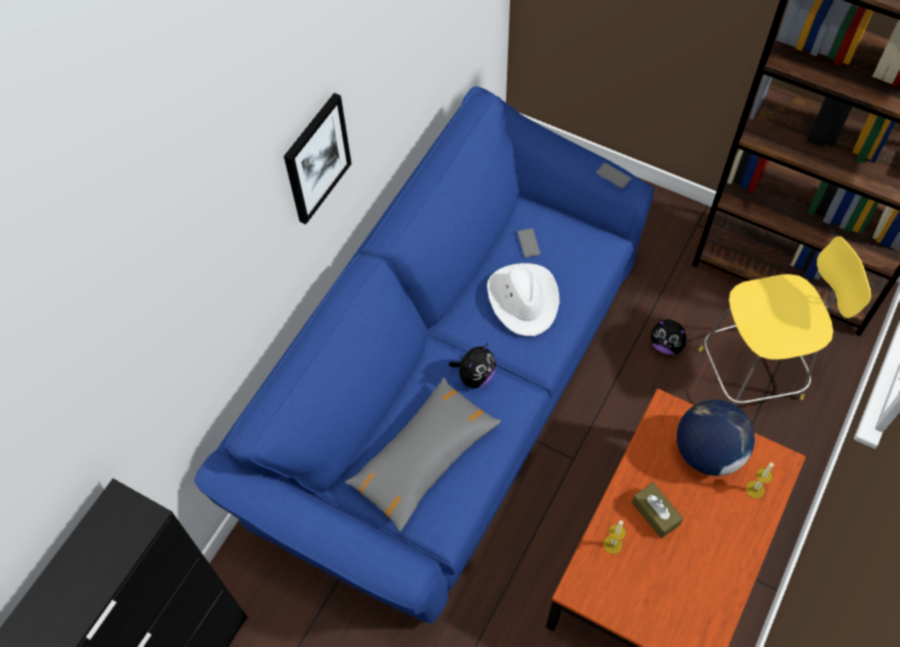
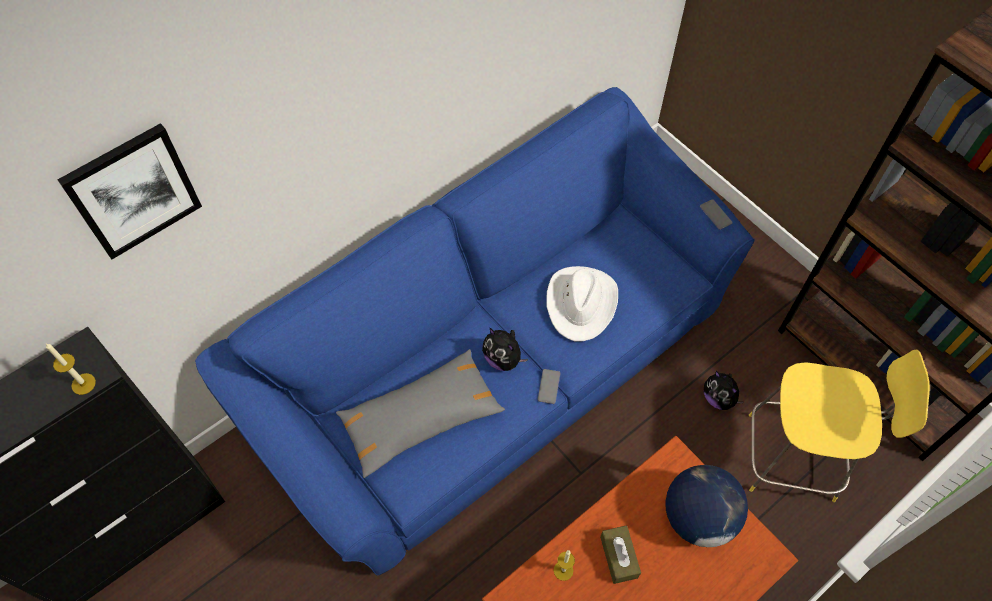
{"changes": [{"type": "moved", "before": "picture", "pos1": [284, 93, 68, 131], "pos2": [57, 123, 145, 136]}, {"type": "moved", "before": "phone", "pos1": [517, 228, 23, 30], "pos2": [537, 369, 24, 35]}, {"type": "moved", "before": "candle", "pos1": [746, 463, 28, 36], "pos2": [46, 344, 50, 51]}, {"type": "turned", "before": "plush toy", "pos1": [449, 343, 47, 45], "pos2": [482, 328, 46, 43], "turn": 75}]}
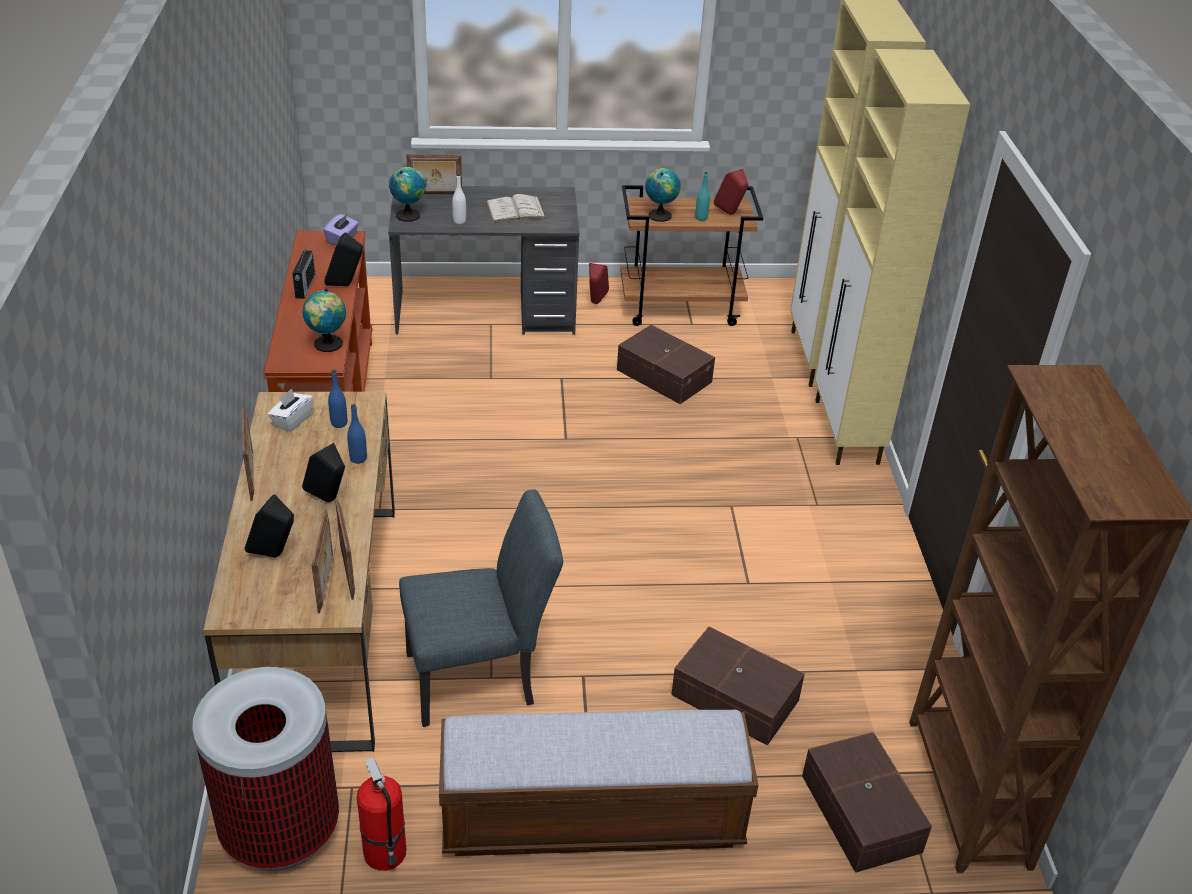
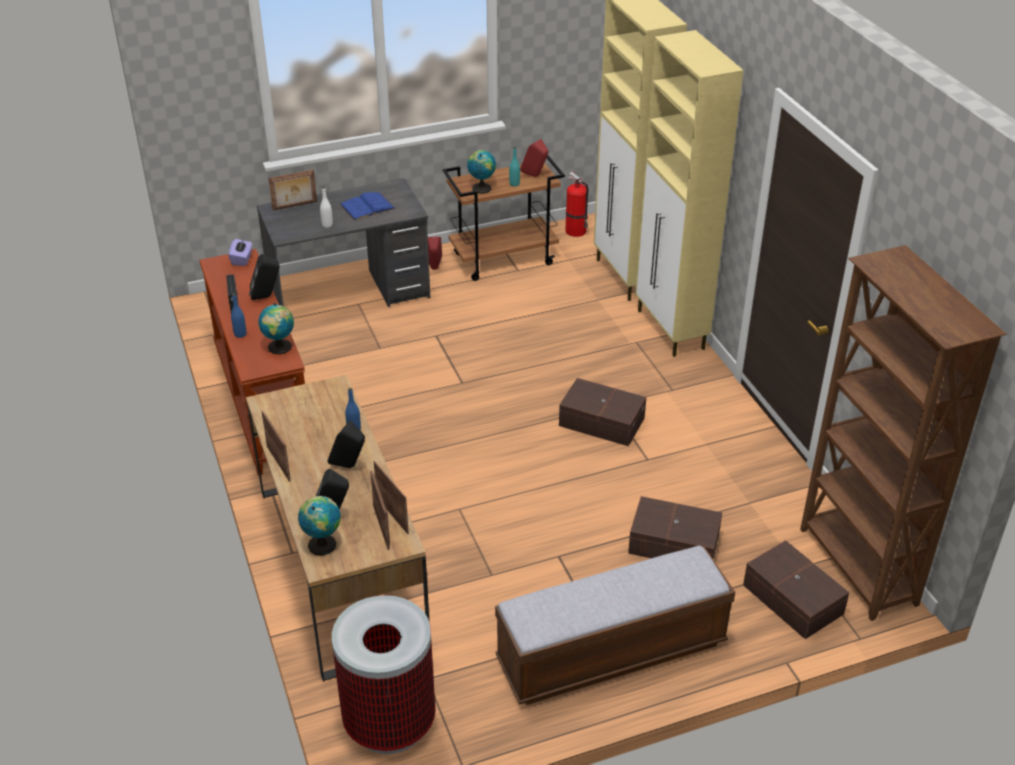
{"changes": [{"type": "removed", "before": "tissue box (white)", "pos1": [268, 389, 45, 43]}, {"type": "removed", "before": "chair (grey)", "pos1": [399, 489, 164, 238]}, {"type": "moved", "before": "bottle (blue)", "pos1": [328, 369, 19, 59], "pos2": [231, 293, 15, 45]}, {"type": "moved", "before": "fire extinguisher", "pos1": [357, 757, 49, 114], "pos2": [565, 172, 23, 65]}, {"type": "moved", "before": "globe", "pos1": [389, 167, 37, 55], "pos2": [298, 496, 43, 60]}, {"type": "moved", "before": "storage box (brown)", "pos1": [617, 325, 98, 79], "pos2": [559, 378, 87, 68]}, {"type": "recoloured", "before": "book (white)", "after": "book (blue)", "pos1": [486, 194, 60, 29], "pos2": [340, 192, 56, 29]}]}
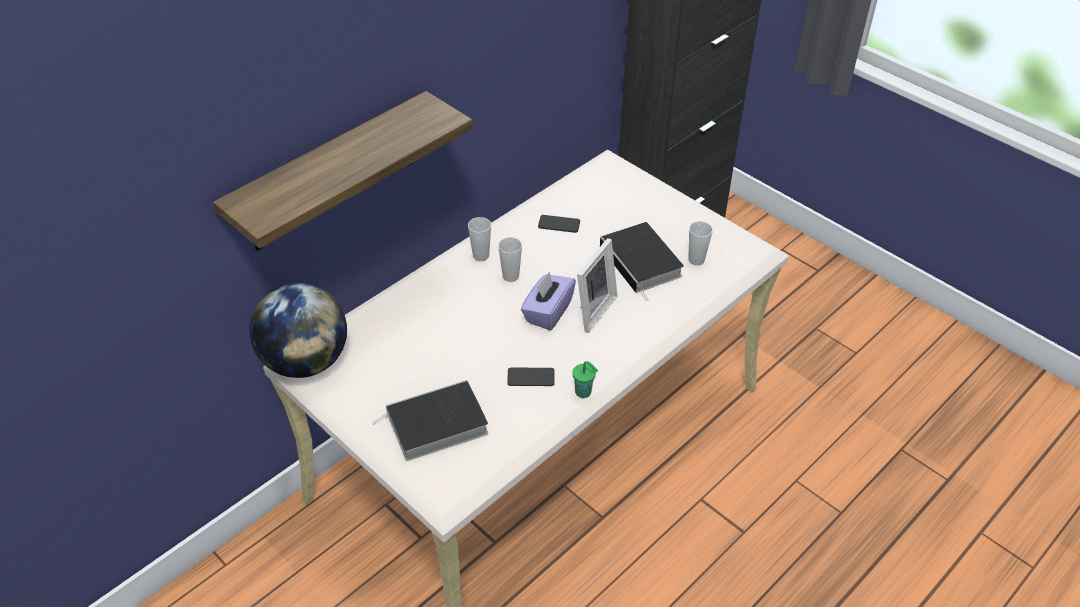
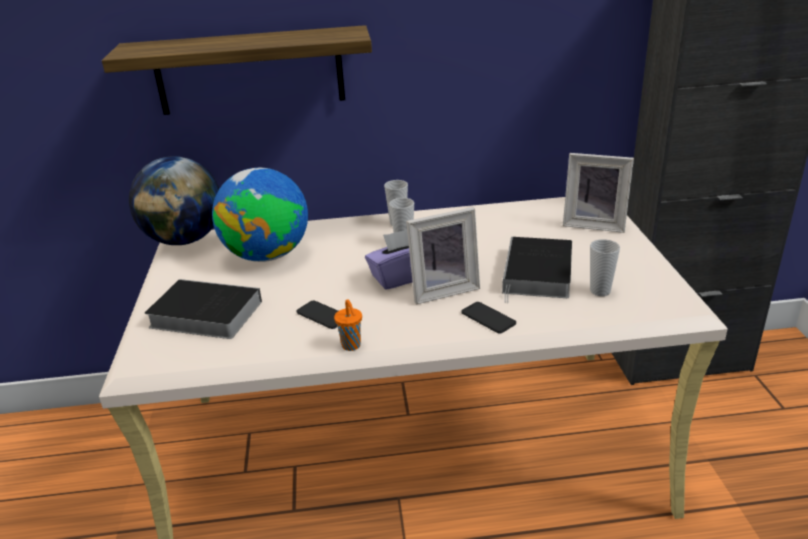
{"changes": [{"type": "added", "after": "globe", "pos2": [212, 167, 96, 95]}, {"type": "added", "after": "picture frame", "pos2": [563, 153, 71, 80]}, {"type": "moved", "before": "phone", "pos1": [538, 215, 42, 18], "pos2": [462, 302, 54, 31]}, {"type": "recoloured", "before": "cup (green)", "after": "cup (orange)", "pos1": [572, 361, 26, 37], "pos2": [334, 299, 28, 52]}]}
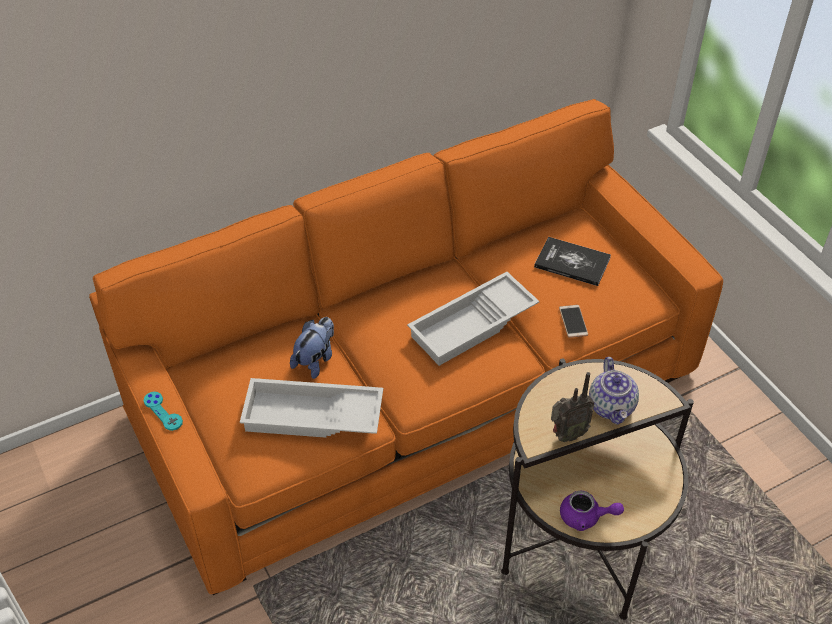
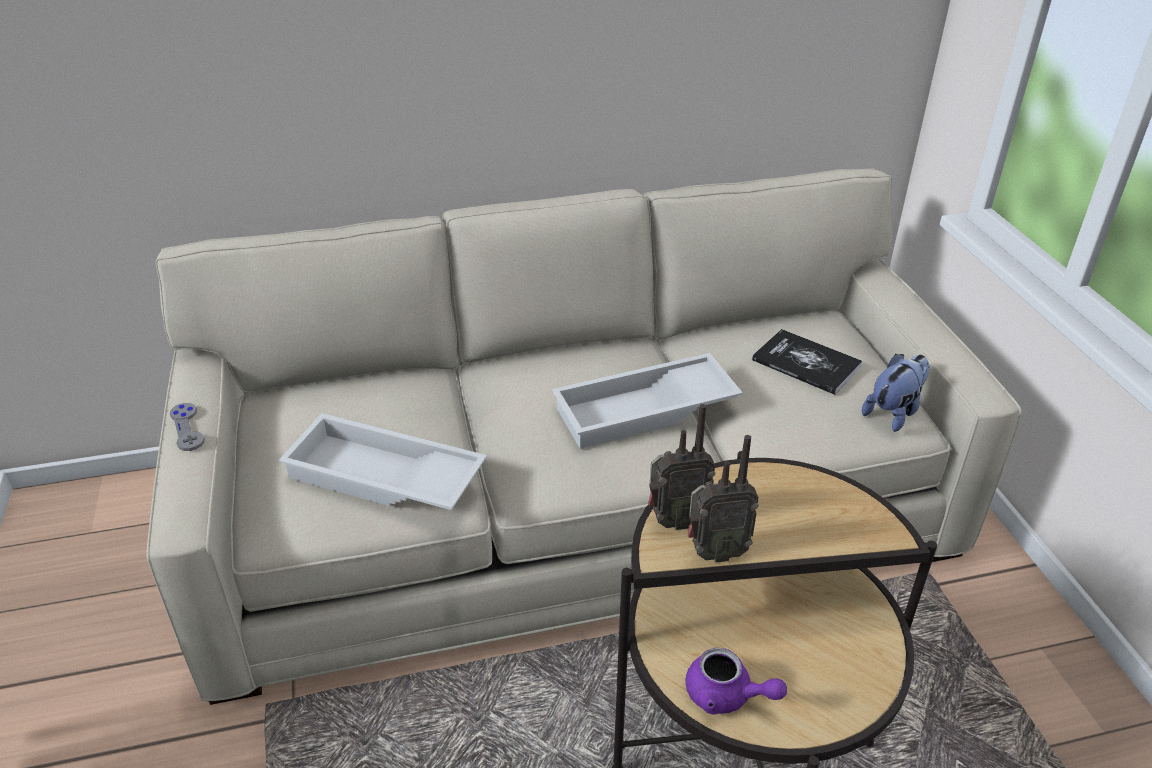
{"changes": [{"type": "removed", "before": "phone", "pos1": [559, 305, 29, 33]}, {"type": "removed", "before": "teapot", "pos1": [589, 357, 50, 68]}, {"type": "added", "after": "radio", "pos2": [648, 404, 68, 126]}, {"type": "moved", "before": "plush toy", "pos1": [290, 317, 44, 62], "pos2": [862, 354, 68, 78]}, {"type": "recoloured", "before": "sofa (orange)", "after": "sofa (beige)", "pos1": [89, 99, 634, 496], "pos2": [146, 168, 876, 537]}, {"type": "recoloured", "before": "game controller (turquoise)", "after": "game controller (grey)", "pos1": [144, 392, 39, 39], "pos2": [170, 403, 35, 48]}]}
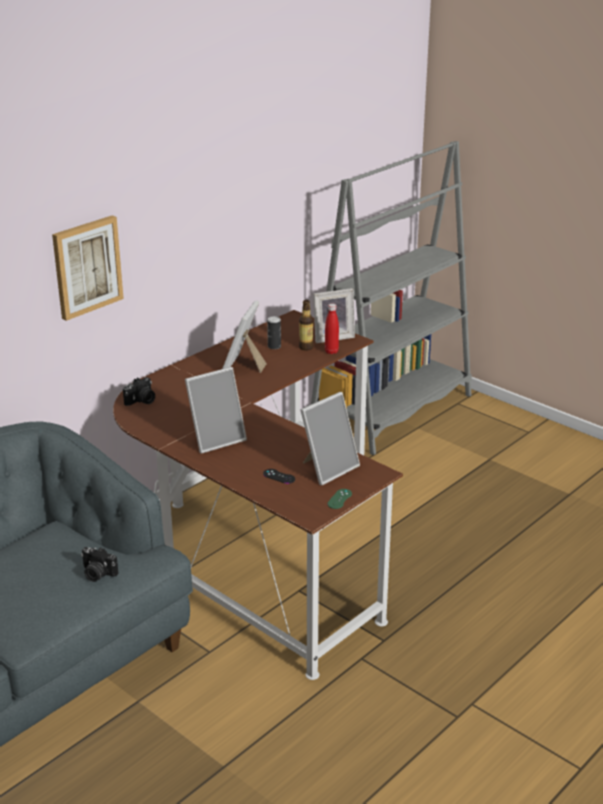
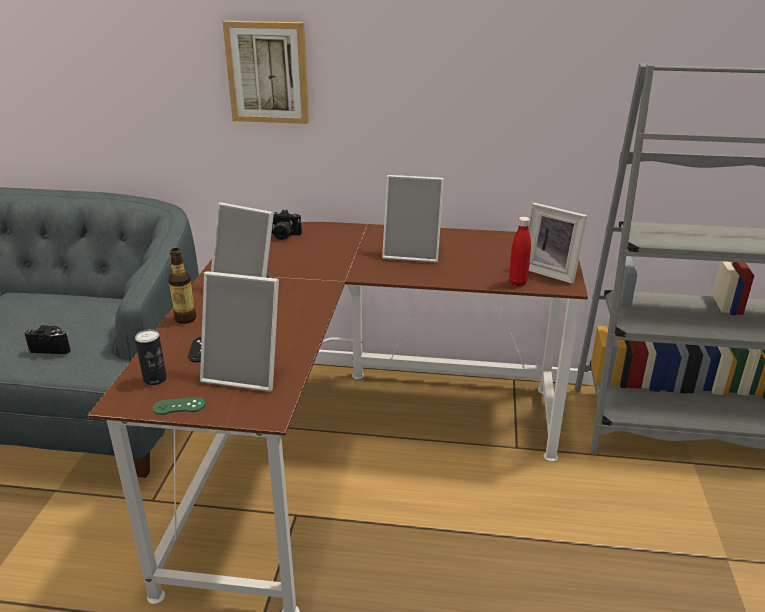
{"changes": [{"type": "moved", "before": "can", "pos1": [267, 316, 14, 33], "pos2": [135, 329, 32, 56]}, {"type": "moved", "before": "bottle", "pos1": [299, 300, 14, 50], "pos2": [168, 248, 28, 76]}, {"type": "turned", "before": "photo camera", "pos1": [81, 547, 37, 35], "pos2": [24, 325, 47, 29], "turn": 105}, {"type": "turned", "before": "picture frame", "pos1": [222, 300, 45, 73], "pos2": [382, 175, 62, 88], "turn": -150}]}
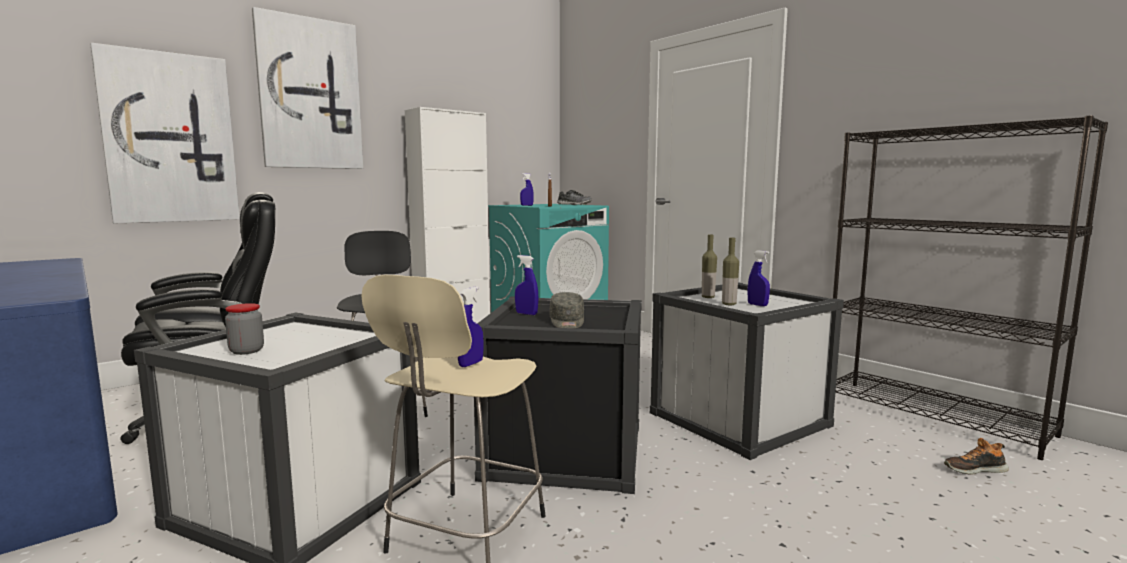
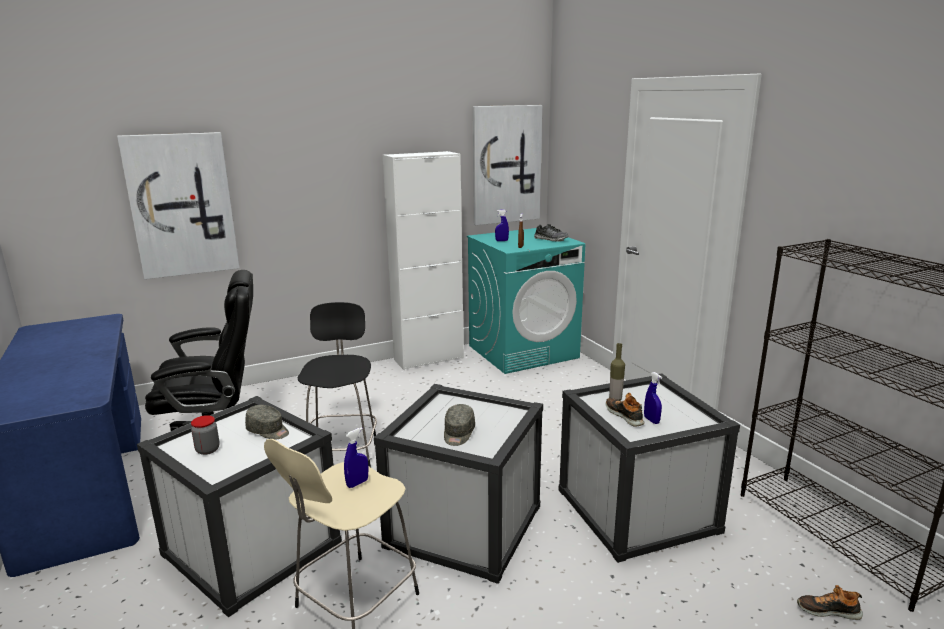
{"changes": [{"type": "removed", "before": "spray bottle (blue)", "pos1": [515, 255, 24, 60]}, {"type": "added", "after": "cap (grey)", "pos2": [245, 405, 44, 34]}, {"type": "moved", "before": "picture", "pos1": [252, 7, 111, 162], "pos2": [473, 105, 69, 120]}, {"type": "replaced", "before": "bottle", "after": "shoe", "pos1": [722, 238, 17, 67], "pos2": [606, 393, 38, 33]}, {"type": "recoloured", "before": "storage box (black)", "after": "storage box (white)", "pos1": [474, 296, 168, 198], "pos2": [374, 384, 169, 200]}]}
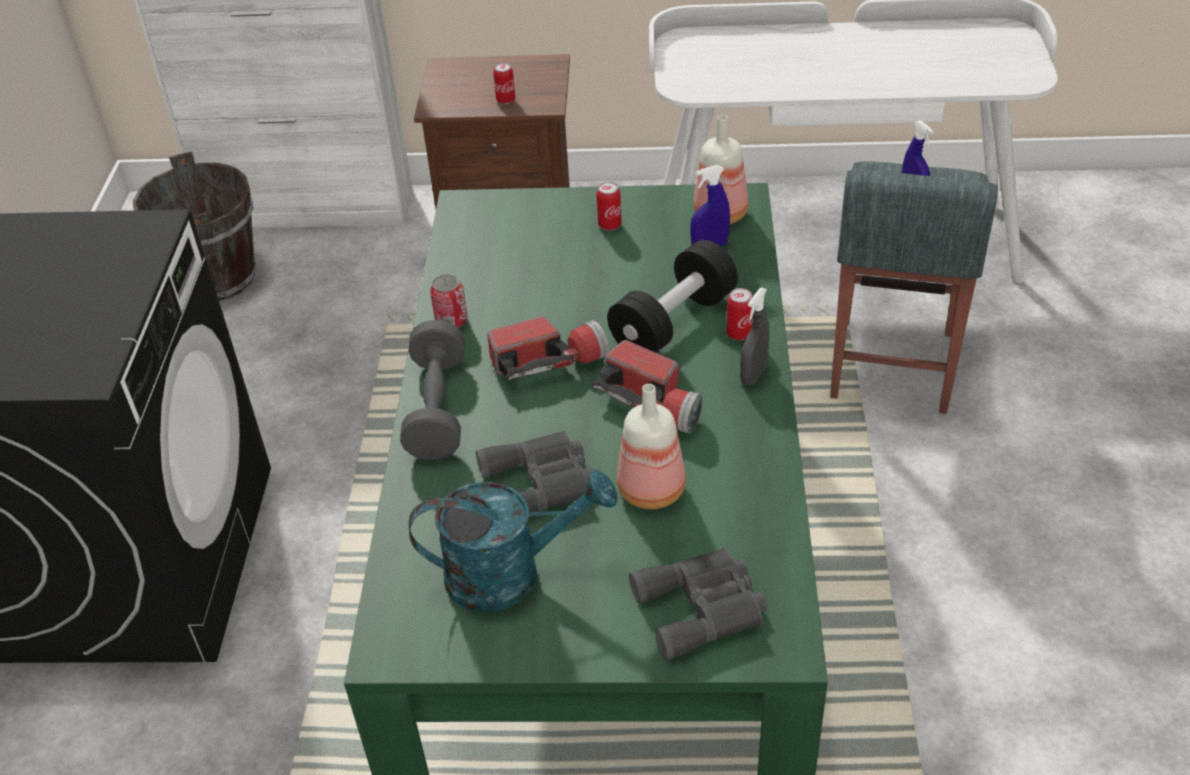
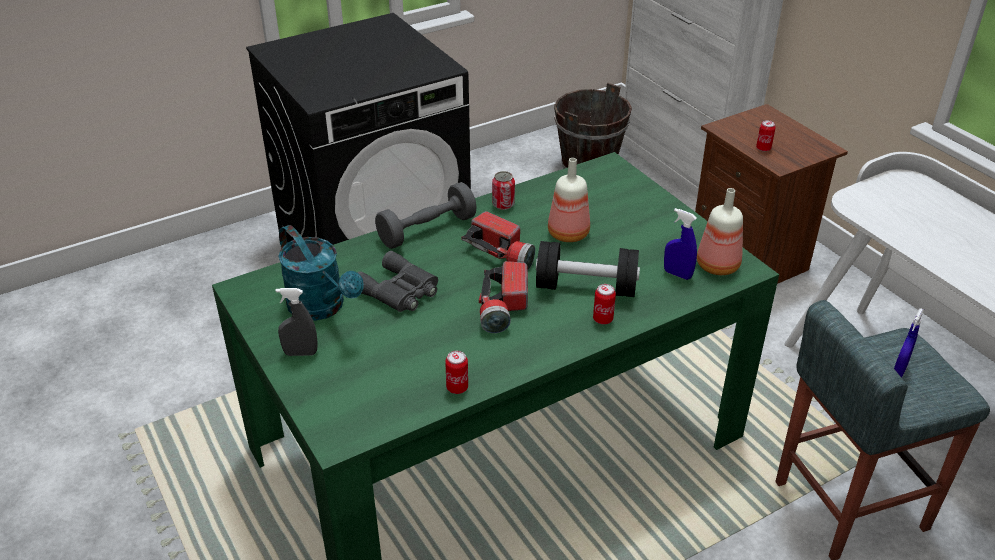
{"changes": [{"type": "removed", "before": "binoculars (grey)", "pos1": [629, 548, 138, 112]}, {"type": "moved", "before": "can", "pos1": [596, 182, 26, 48], "pos2": [445, 351, 23, 43]}, {"type": "moved", "before": "bottle", "pos1": [617, 384, 69, 125], "pos2": [548, 158, 42, 84]}, {"type": "moved", "before": "spray bottle (grey)", "pos1": [740, 287, 30, 99], "pos2": [276, 288, 42, 68]}]}
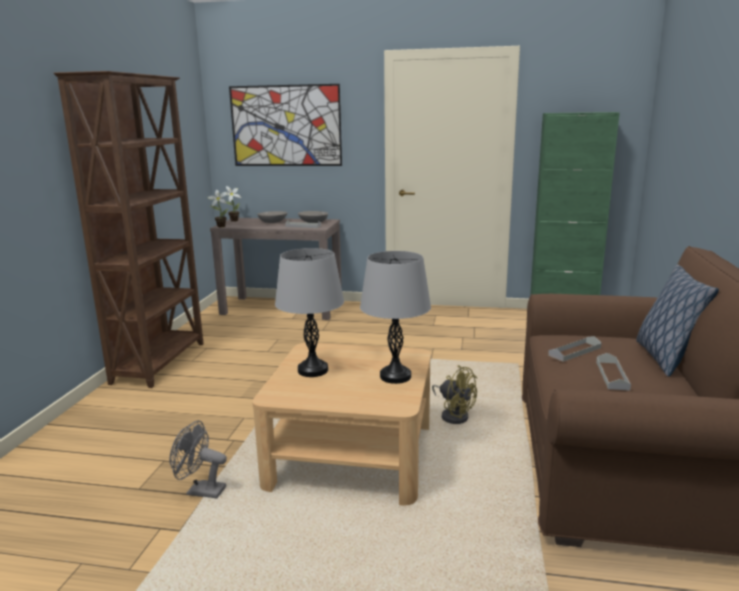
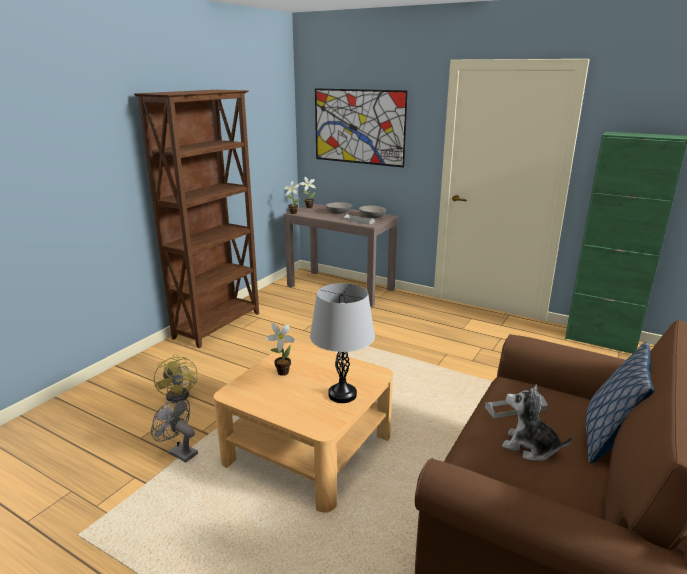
{"changes": [{"type": "moved", "before": "fan (yellow)", "pos1": [432, 365, 45, 59], "pos2": [154, 354, 43, 49]}, {"type": "replaced", "before": "table lamp (grey)", "after": "potted plant", "pos1": [275, 248, 69, 129], "pos2": [265, 323, 31, 53]}, {"type": "replaced", "before": "tray (grey)", "after": "plush toy", "pos1": [596, 353, 35, 38], "pos2": [502, 384, 71, 77]}]}
